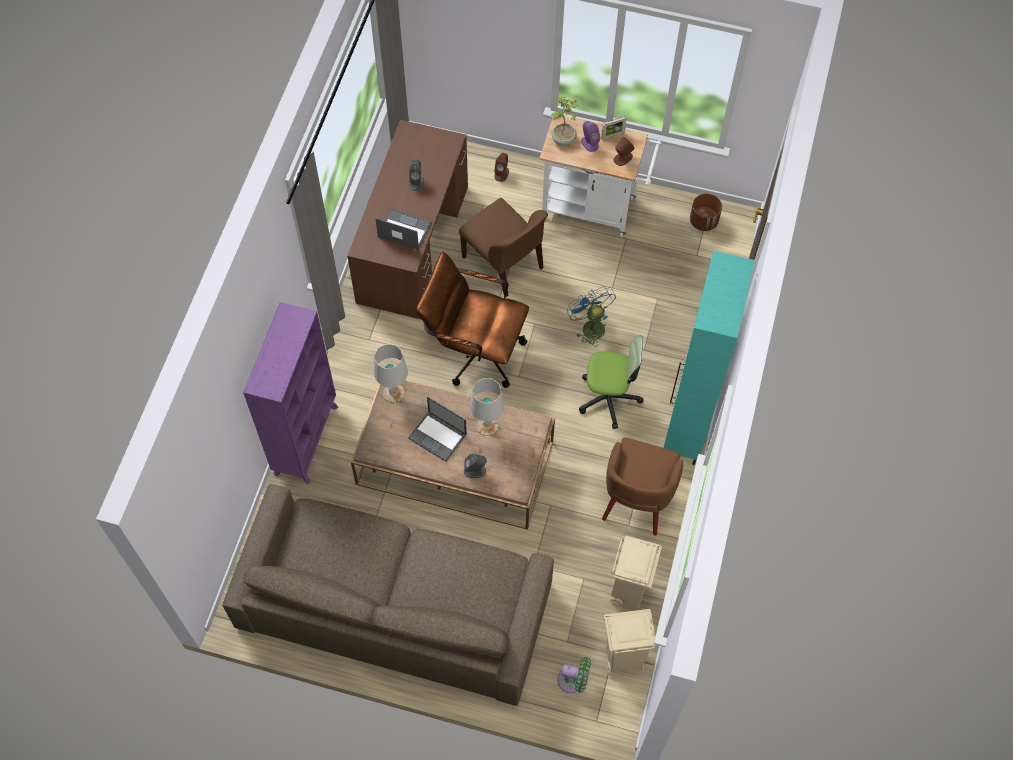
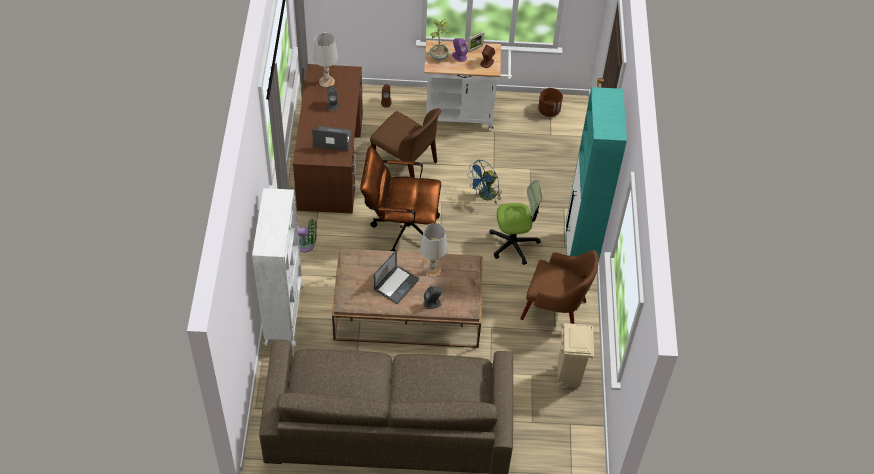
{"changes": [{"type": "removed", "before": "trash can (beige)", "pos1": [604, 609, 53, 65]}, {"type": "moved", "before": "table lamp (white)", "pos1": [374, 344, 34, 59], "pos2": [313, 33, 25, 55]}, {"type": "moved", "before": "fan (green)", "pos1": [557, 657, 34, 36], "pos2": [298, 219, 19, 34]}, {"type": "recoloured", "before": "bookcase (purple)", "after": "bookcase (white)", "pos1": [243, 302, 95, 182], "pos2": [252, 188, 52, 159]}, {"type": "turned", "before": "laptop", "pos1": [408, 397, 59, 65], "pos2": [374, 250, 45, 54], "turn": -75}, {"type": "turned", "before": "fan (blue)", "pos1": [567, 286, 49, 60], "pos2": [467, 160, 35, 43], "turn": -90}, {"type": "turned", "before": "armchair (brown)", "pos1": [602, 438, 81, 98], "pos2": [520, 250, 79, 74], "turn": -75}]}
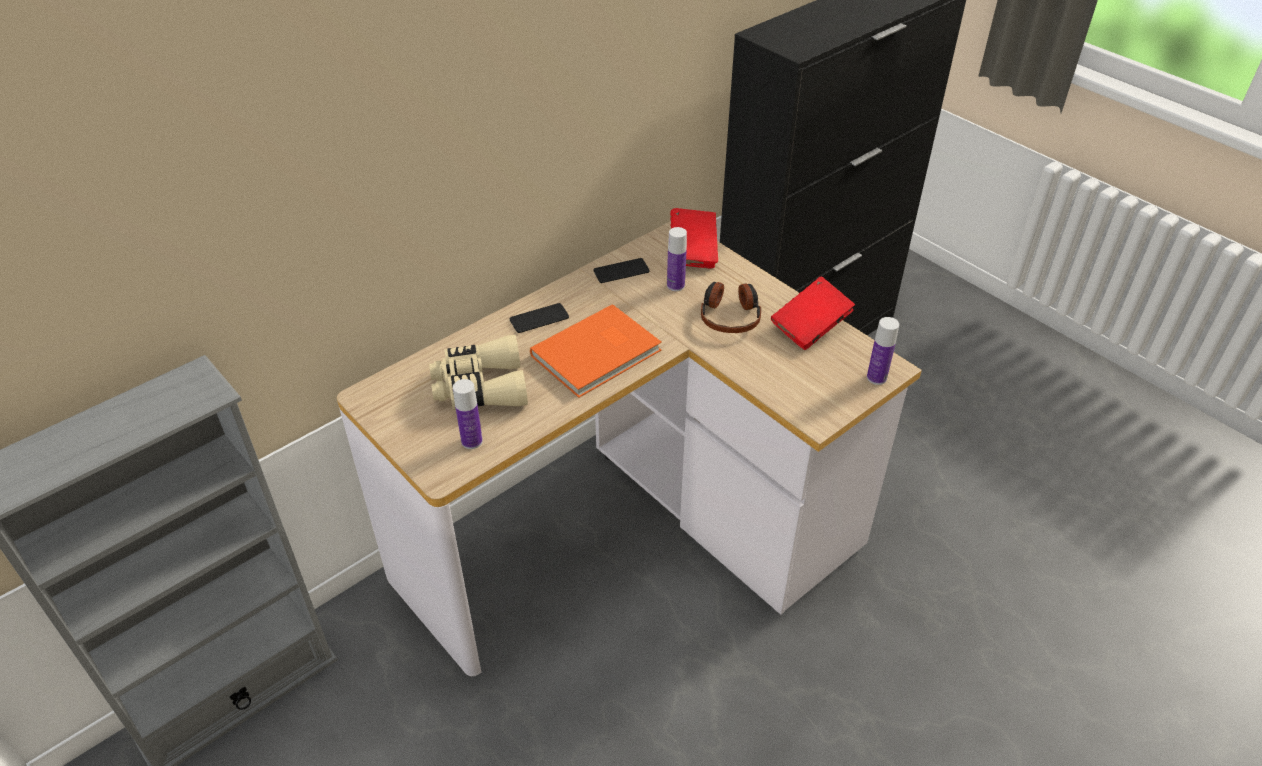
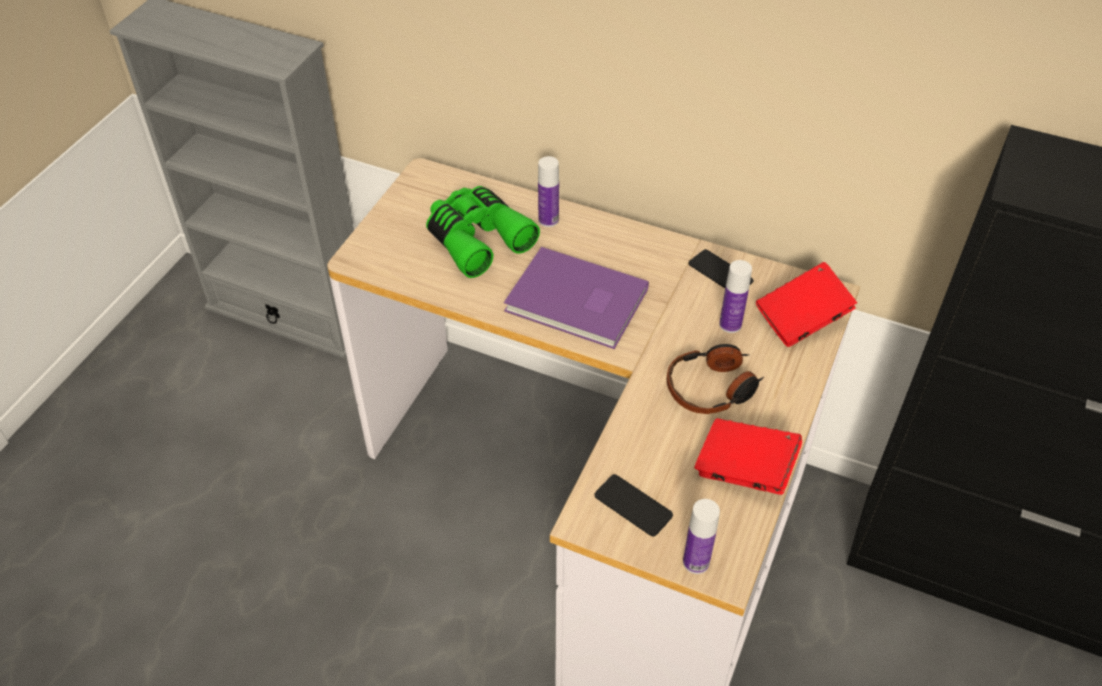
{"changes": [{"type": "moved", "before": "bottle", "pos1": [453, 379, 30, 70], "pos2": [538, 156, 21, 71]}, {"type": "moved", "before": "phone", "pos1": [510, 303, 59, 30], "pos2": [595, 474, 78, 63]}, {"type": "recoloured", "before": "binoculars (beige)", "after": "binoculars (green)", "pos1": [429, 335, 99, 75], "pos2": [426, 186, 114, 92]}, {"type": "recoloured", "before": "book (orange)", "after": "book (purple)", "pos1": [530, 304, 132, 94], "pos2": [504, 247, 145, 102]}]}
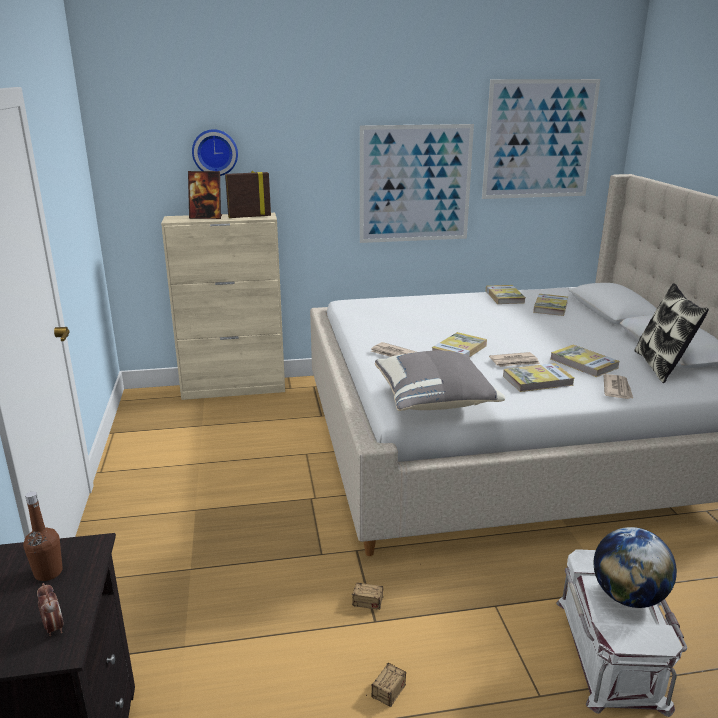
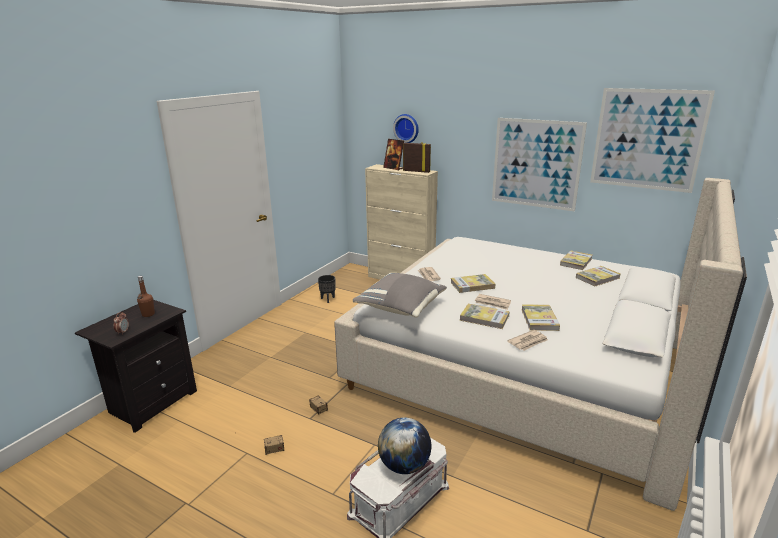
{"changes": [{"type": "removed", "before": "pillow", "pos1": [634, 283, 75, 100]}, {"type": "added", "after": "planter (black)", "pos2": [318, 275, 17, 28]}]}
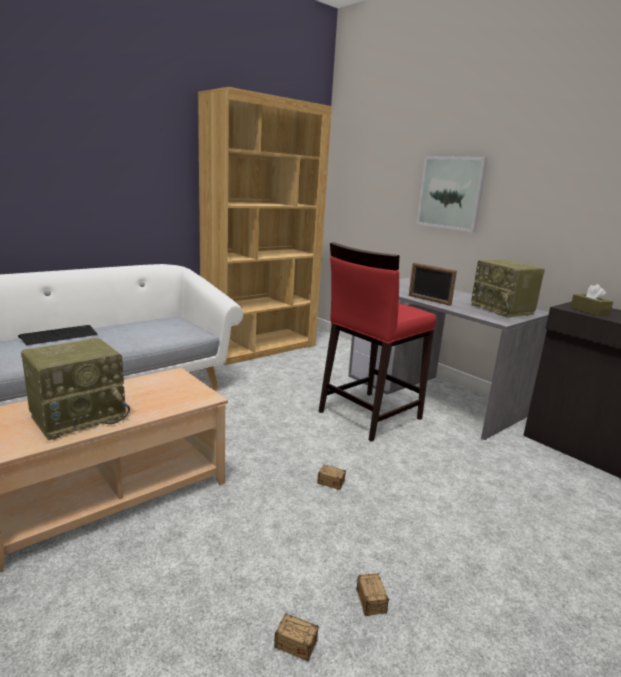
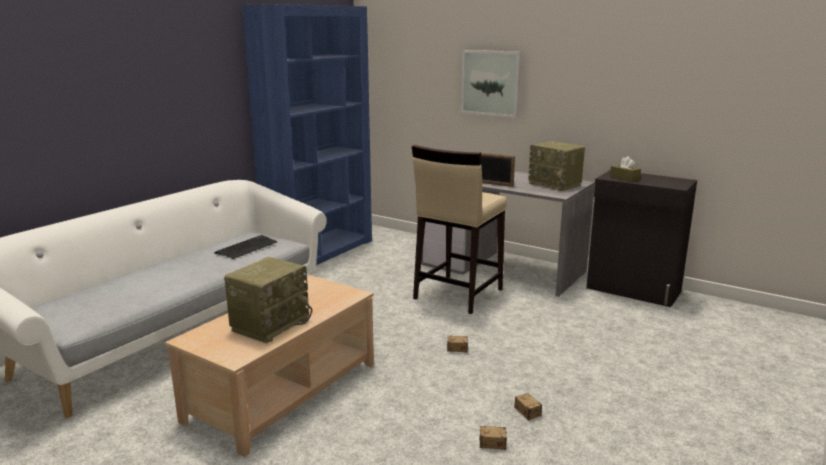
{"changes": [{"type": "moved", "before": "keyboard", "pos1": [18, 325, 80, 20], "pos2": [214, 235, 64, 24]}, {"type": "recoloured", "before": "bookcase (brown)", "after": "bookcase (blue)", "pos1": [198, 87, 134, 278], "pos2": [242, 4, 130, 261]}, {"type": "recoloured", "before": "stool (red)", "after": "stool (beige)", "pos1": [319, 242, 118, 200], "pos2": [412, 145, 95, 169]}]}
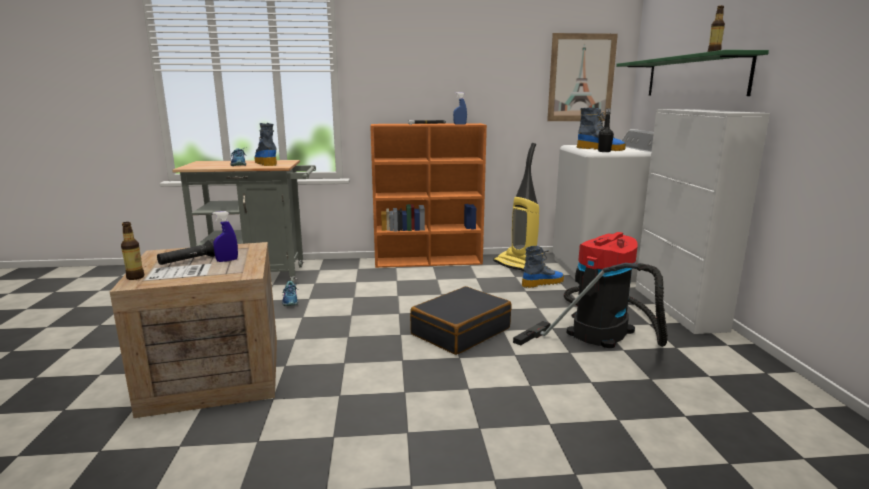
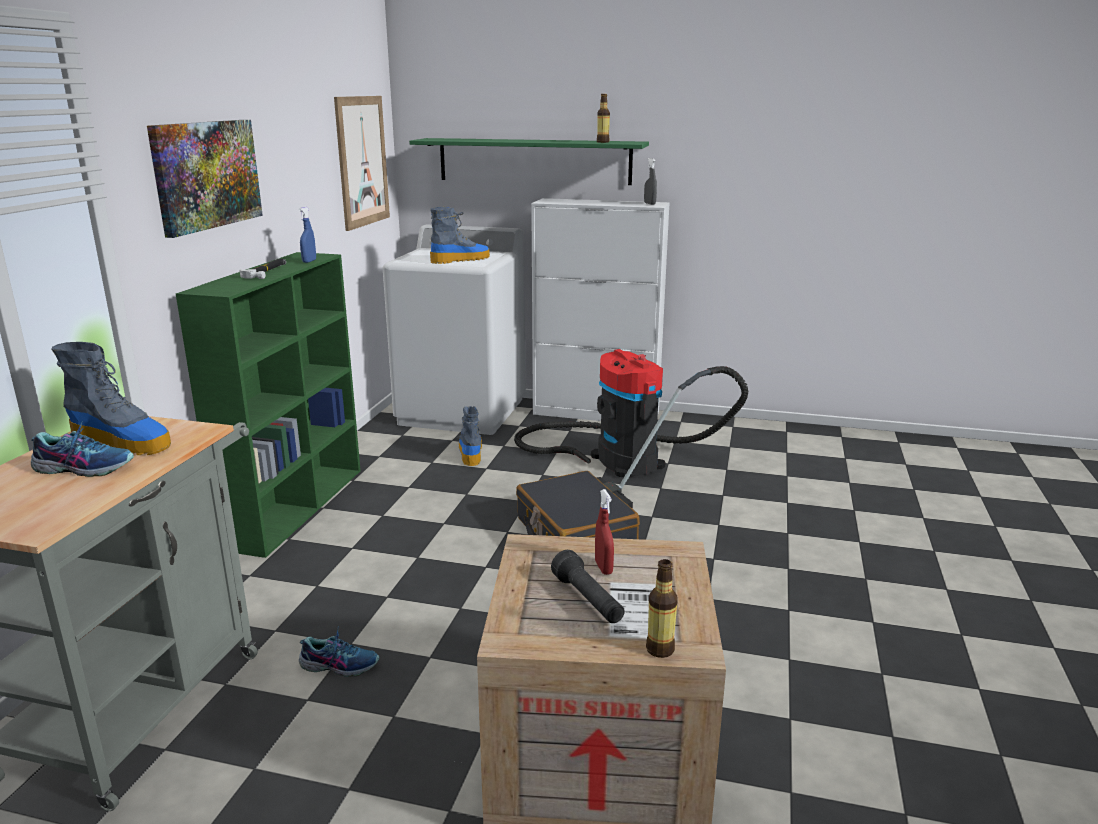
{"changes": [{"type": "removed", "before": "vacuum cleaner", "pos1": [493, 143, 46, 128]}, {"type": "removed", "before": "bottle (black)", "pos1": [598, 108, 16, 44]}, {"type": "added", "after": "picture", "pos2": [147, 120, 116, 118]}, {"type": "added", "after": "spray bottle (grey)", "pos2": [644, 158, 13, 47]}, {"type": "recoloured", "before": "spray bottle (blue)", "after": "spray bottle (red)", "pos1": [212, 211, 26, 51], "pos2": [595, 489, 19, 86]}, {"type": "recoloured", "before": "bookcase (orange)", "after": "bookcase (green)", "pos1": [370, 123, 117, 145], "pos2": [176, 252, 185, 306]}, {"type": "turned", "before": "boot", "pos1": [254, 123, 23, 43], "pos2": [51, 342, 120, 113], "turn": -150}]}
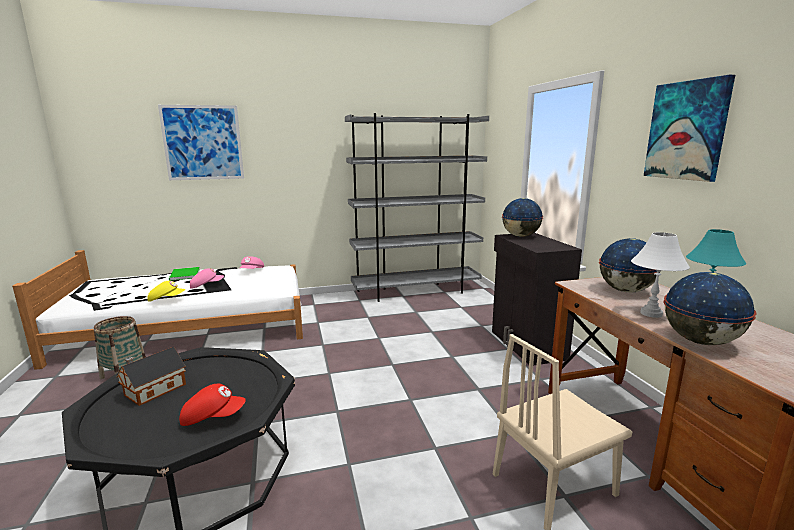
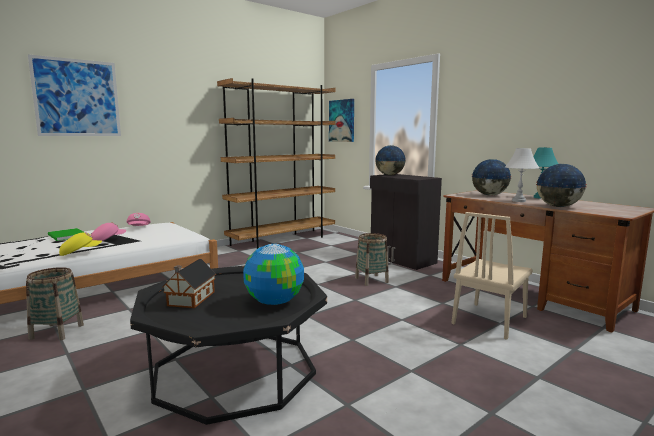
{"changes": [{"type": "added", "after": "basket", "pos2": [355, 233, 34, 53]}, {"type": "moved", "before": "picture", "pos1": [644, 75, 91, 107], "pos2": [329, 99, 25, 43]}, {"type": "replaced", "before": "cap (red)", "after": "globe", "pos1": [179, 384, 67, 42], "pos2": [243, 244, 61, 61]}, {"type": "recoloured", "before": "bookcase (grey)", "after": "bookcase (brown)", "pos1": [345, 113, 144, 189], "pos2": [217, 78, 119, 171]}]}
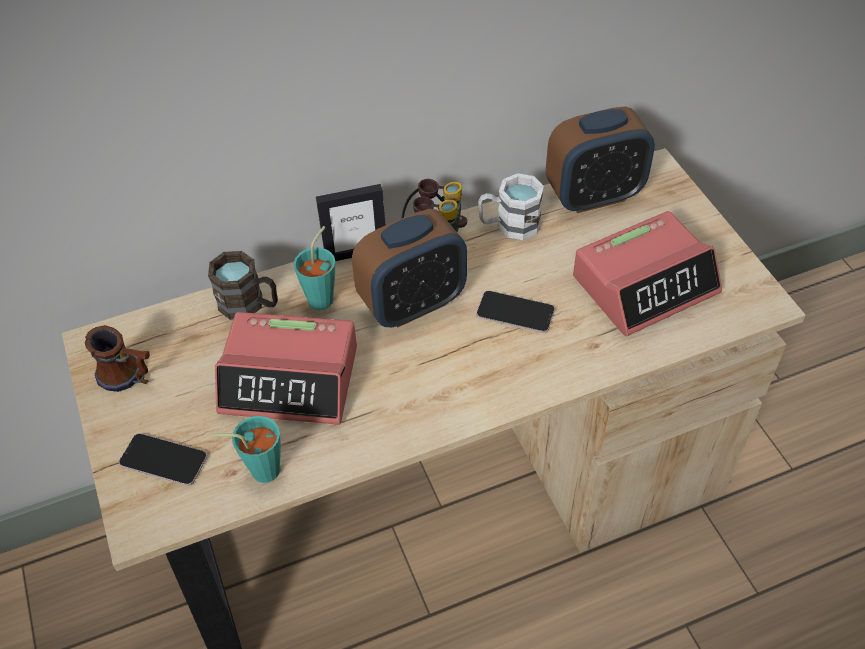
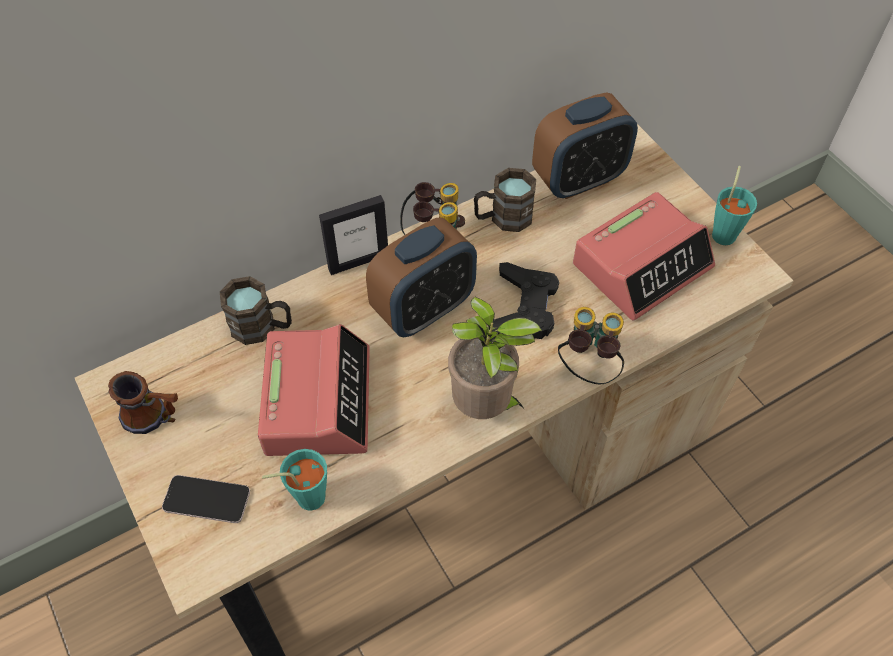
{"changes": [{"type": "added", "after": "potted plant", "pos2": [448, 296, 94, 123]}, {"type": "added", "after": "binoculars", "pos2": [558, 307, 66, 77]}, {"type": "moved", "before": "cup (turquoise)", "pos1": [293, 226, 42, 84], "pos2": [712, 166, 45, 79]}, {"type": "replaced", "before": "phone", "after": "game controller (black)", "pos1": [476, 291, 79, 42], "pos2": [493, 262, 66, 77]}, {"type": "recoloured", "before": "mug (white)", "after": "mug (brown)", "pos1": [478, 173, 66, 67], "pos2": [474, 168, 62, 64]}, {"type": "turned", "before": "alarm clock", "pos1": [215, 312, 142, 113], "pos2": [258, 324, 112, 132], "turn": -90}]}
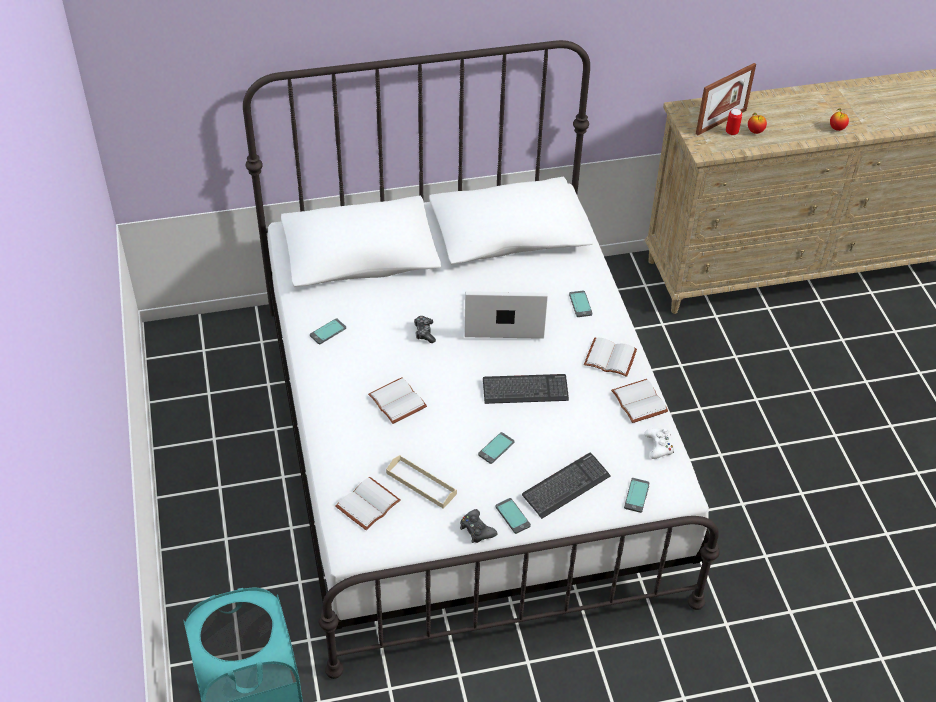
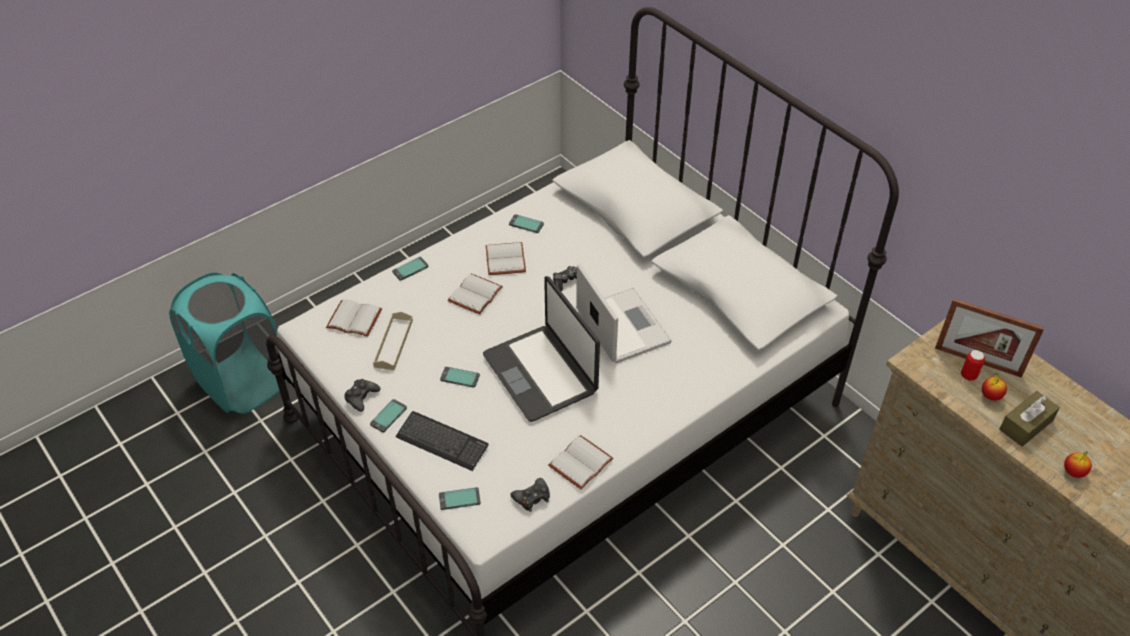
{"changes": [{"type": "added", "after": "tissue box (brown)", "pos2": [999, 391, 61, 56]}, {"type": "moved", "before": "phone", "pos1": [569, 290, 23, 27], "pos2": [392, 257, 37, 24]}, {"type": "moved", "before": "book (white)", "pos1": [584, 337, 53, 40], "pos2": [485, 242, 41, 33]}, {"type": "replaced", "before": "keyboard", "after": "laptop", "pos1": [483, 374, 86, 30], "pos2": [483, 276, 117, 146]}, {"type": "recoloured", "before": "game controller (white)", "after": "game controller (black)", "pos1": [644, 428, 30, 31], "pos2": [510, 478, 40, 34]}]}
